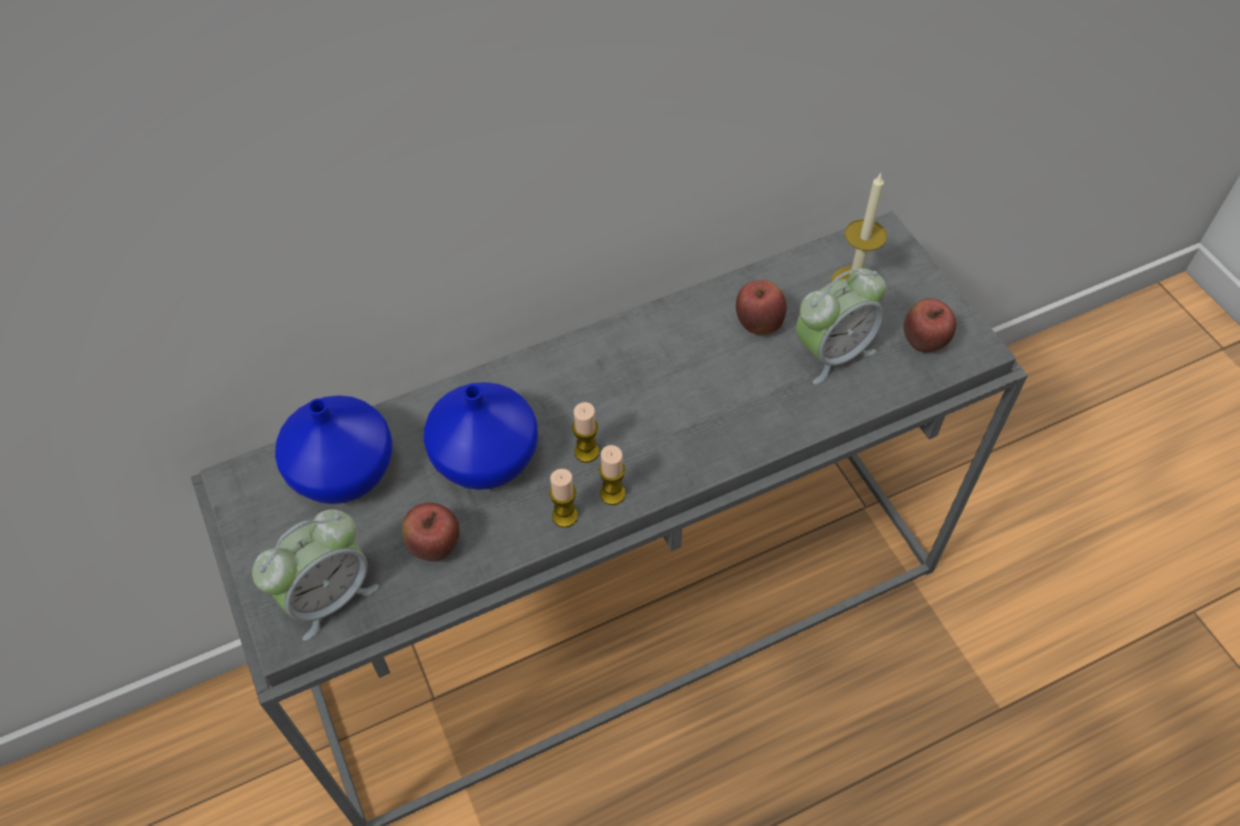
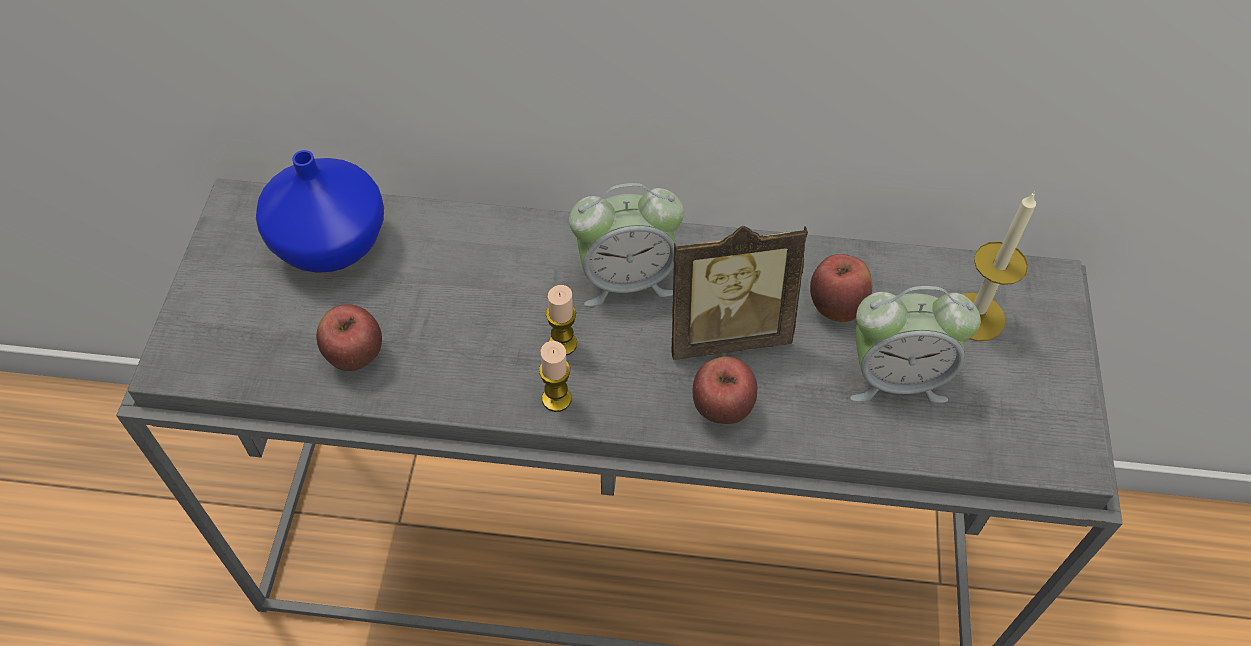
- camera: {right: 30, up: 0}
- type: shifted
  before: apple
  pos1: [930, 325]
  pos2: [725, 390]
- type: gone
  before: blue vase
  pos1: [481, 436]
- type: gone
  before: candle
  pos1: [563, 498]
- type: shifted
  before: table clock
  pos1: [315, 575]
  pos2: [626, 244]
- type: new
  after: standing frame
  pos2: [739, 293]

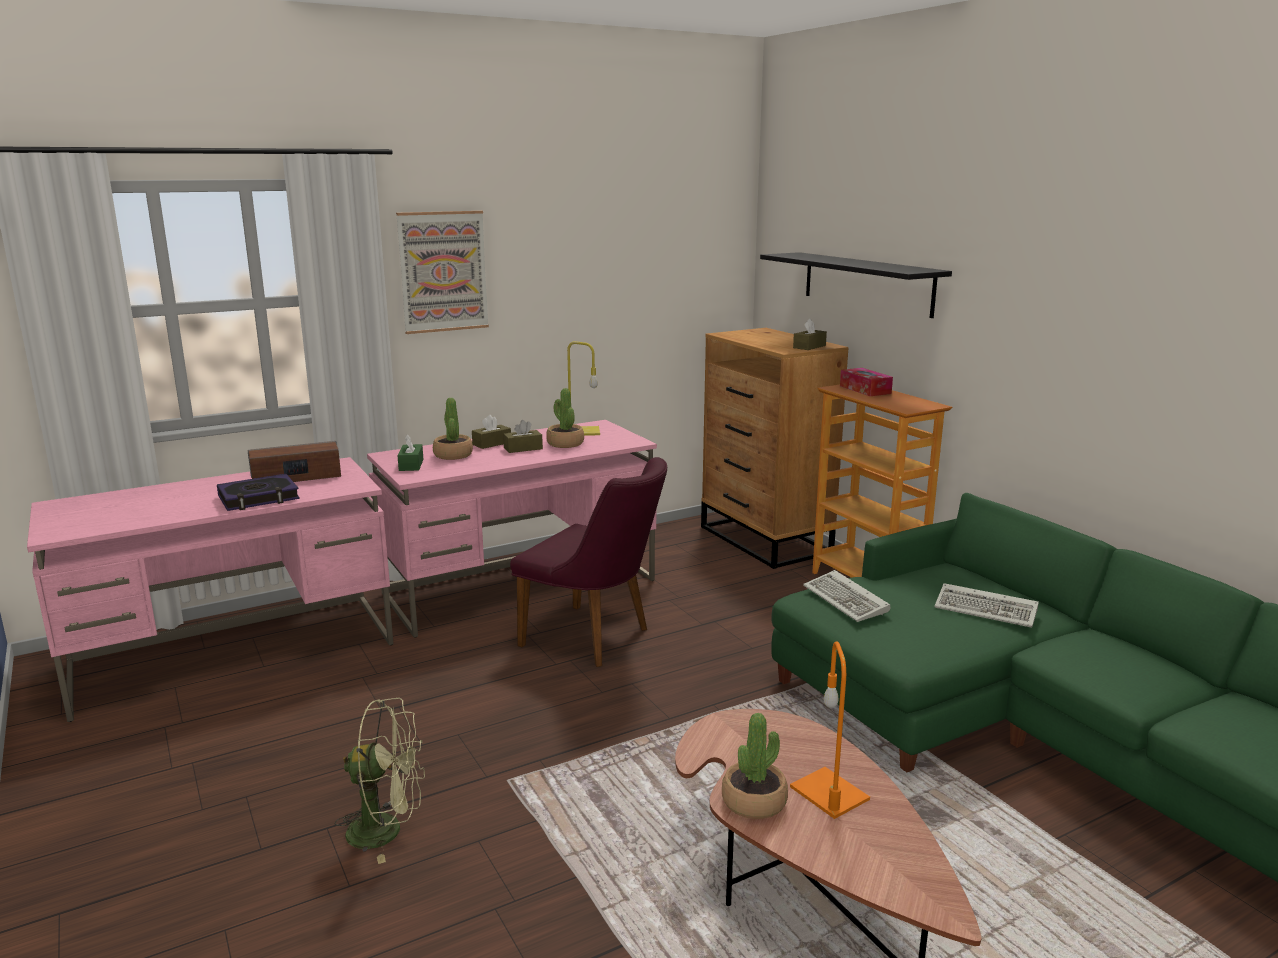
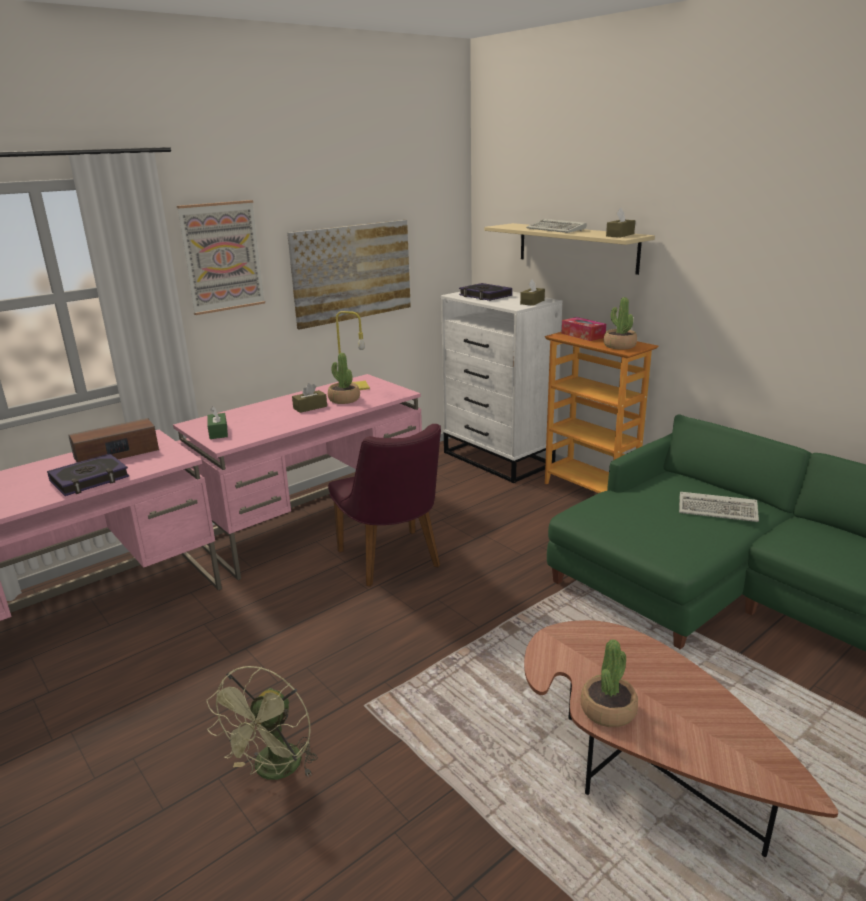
- camera: {right: -10, up: 5}
- type: repainted
  before: blackish shelf
  after: sand-coloured shelf
  pos1: [856, 285]
  pos2: [569, 249]
- type: repainted
  before: brown-coloured chest of drawers
  after: white chest of drawers
  pos1: [774, 448]
  pos2: [501, 387]
- type: shifted
  before: potted plant
  pos1: [453, 429]
  pos2: [620, 323]
- type: shifted
  before: brown-coloured tissue box
  pos1: [491, 432]
  pos2: [620, 222]
- type: rotated
  before: purple-coloured upright chair
  pos1: [588, 562]
  pos2: [384, 505]
  turn: 45
- type: shifted
  before: keyboard
  pos1: [846, 596]
  pos2: [556, 226]
- type: gone
  before: orangey lamp for a table
  pos1: [830, 730]
- type: rotated
  before: green electric fan
  pos1: [380, 781]
  pos2: [262, 723]
  turn: 120
- type: new
  after: wall art
  pos2: [349, 275]
- type: new
  after: book
  pos2: [485, 292]

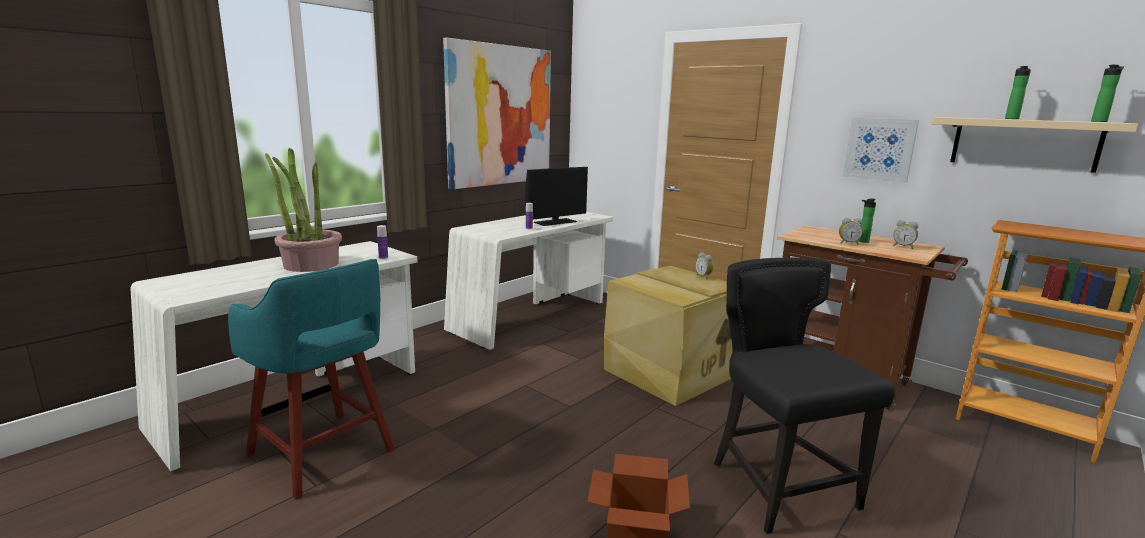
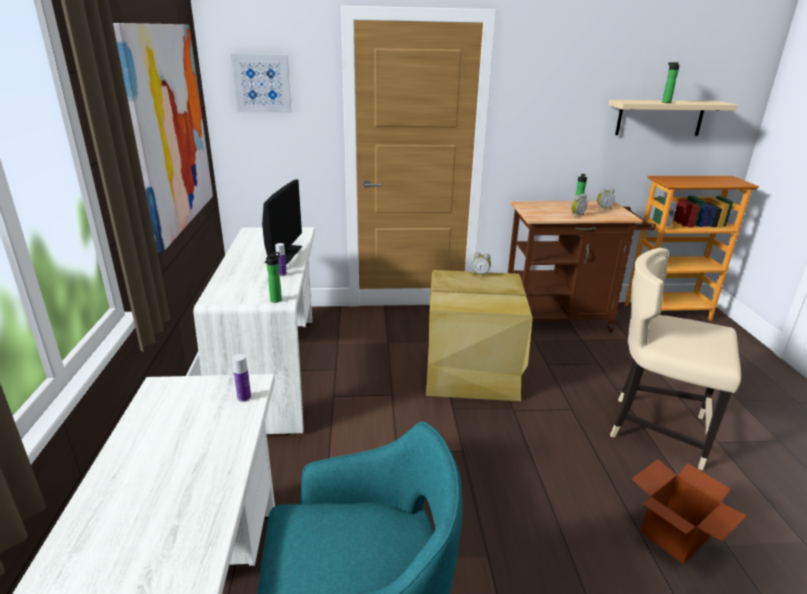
- camera: {right: -45, up: 10}
- type: shifted
  before: bottle
  pos1: [1107, 93]
  pos2: [274, 277]
- type: shifted
  before: wall art
  pos1: [881, 150]
  pos2: [261, 83]
- type: gone
  before: potted plant
  pos1: [303, 210]
- type: repainted
  before: blackish upright chair
  after: sand-coloured upright chair
  pos1: [804, 396]
  pos2: [675, 359]

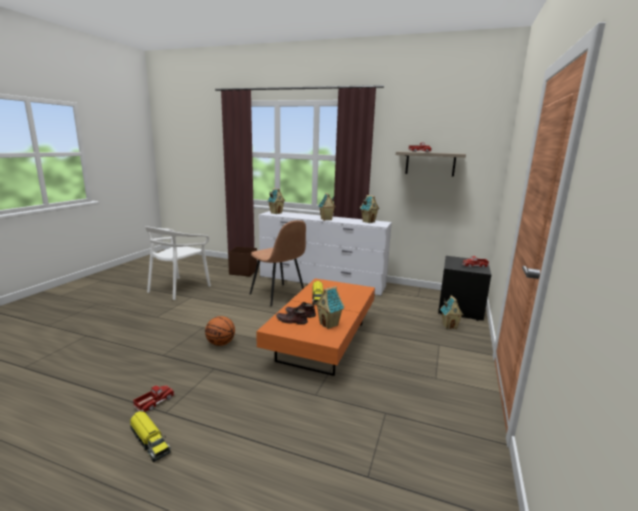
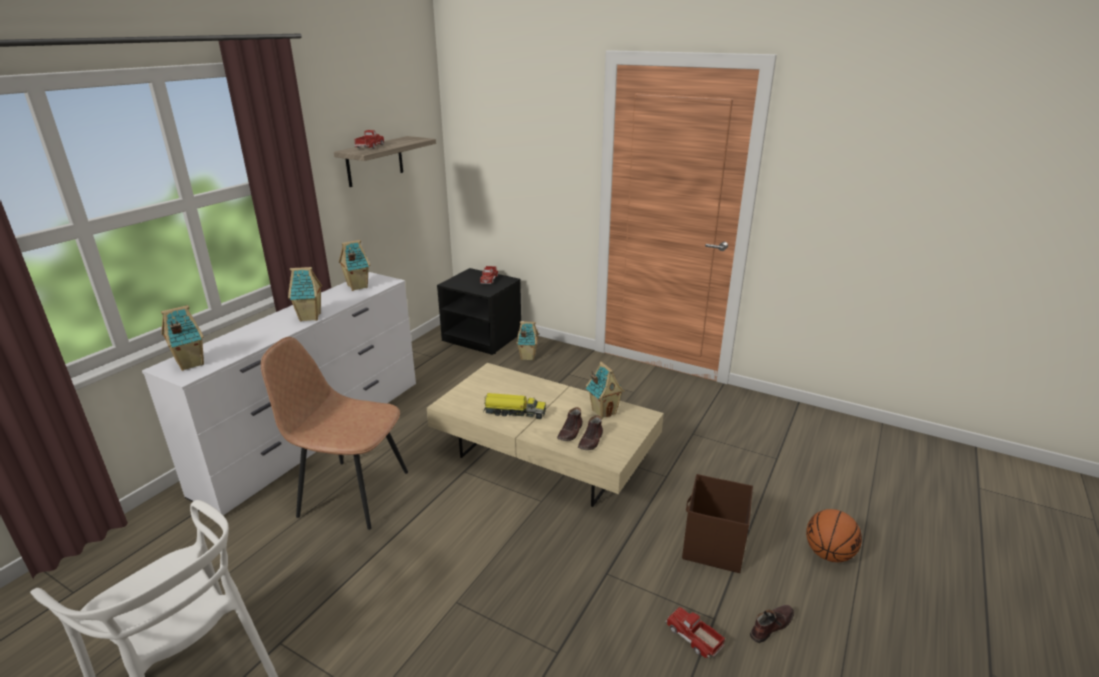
- camera: {right: -80, up: 10}
- type: rotated
  before: brown-coloured upright chair
  pos1: [278, 263]
  pos2: [334, 433]
  turn: -135
- type: shifted
  before: brown-coloured storage box
  pos1: [242, 261]
  pos2: [717, 523]
- type: repainted
  before: orangey coffee table
  after: sand-coloured coffee table
  pos1: [315, 327]
  pos2: [545, 435]
- type: shifted
  before: ball for basketball
  pos1: [220, 331]
  pos2: [834, 535]
- type: swapped
  before: toy lorry
  after: brown-coloured low shoe
  pos1: [150, 436]
  pos2: [772, 624]

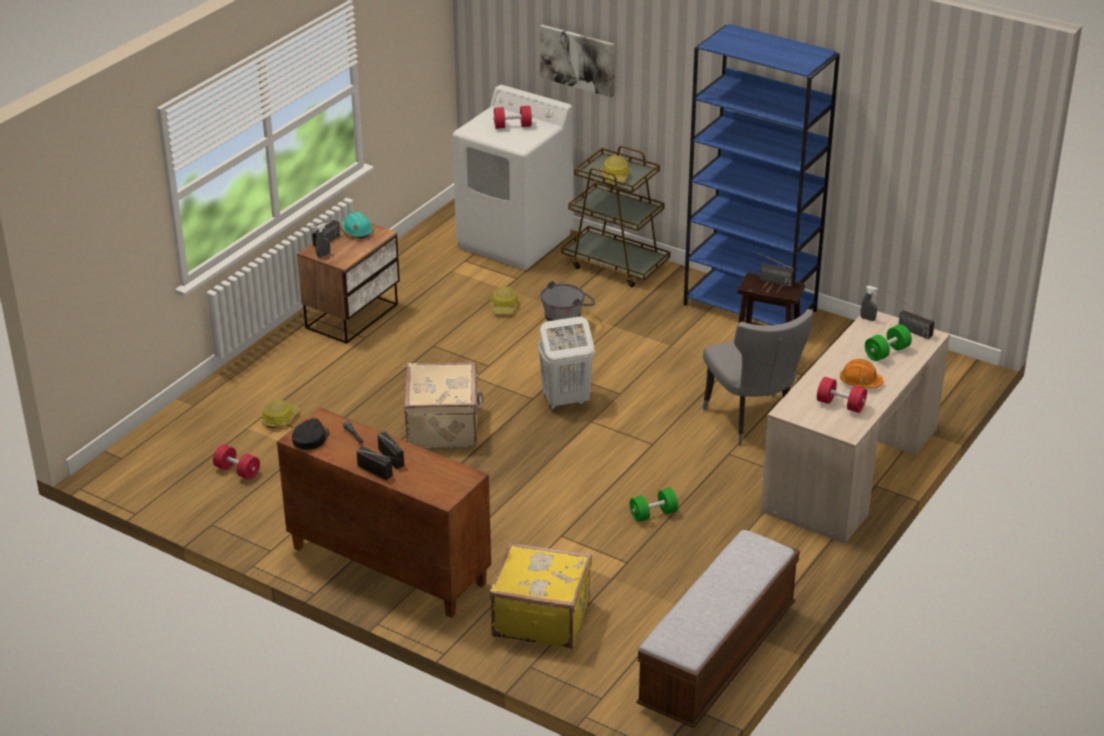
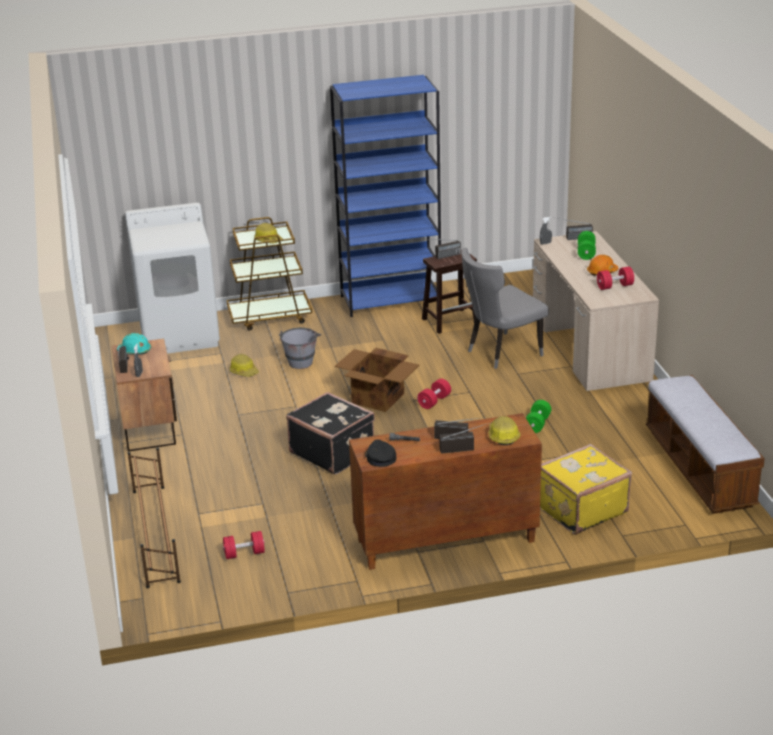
- camera: {right: -45, up: -5}
- type: gone
  before: wall art
  pos1: [577, 61]
- type: shifted
  before: red-coloured dumbbell
  pos1: [512, 117]
  pos2: [434, 394]
- type: rotated
  before: greyish upright chair
  pos1: [757, 377]
  pos2: [505, 308]
  turn: 120
- type: swapped
  before: white laundry basket
  after: carton
  pos1: [566, 363]
  pos2: [377, 380]
- type: repainted
  before: sand-coloured suitcase
  after: blackish suitcase
  pos1: [444, 405]
  pos2: [330, 433]
- type: shifted
  before: safety helmet
  pos1: [280, 413]
  pos2: [504, 431]
- type: new
  after: brown-coloured shoe shelf
  pos2: [154, 518]

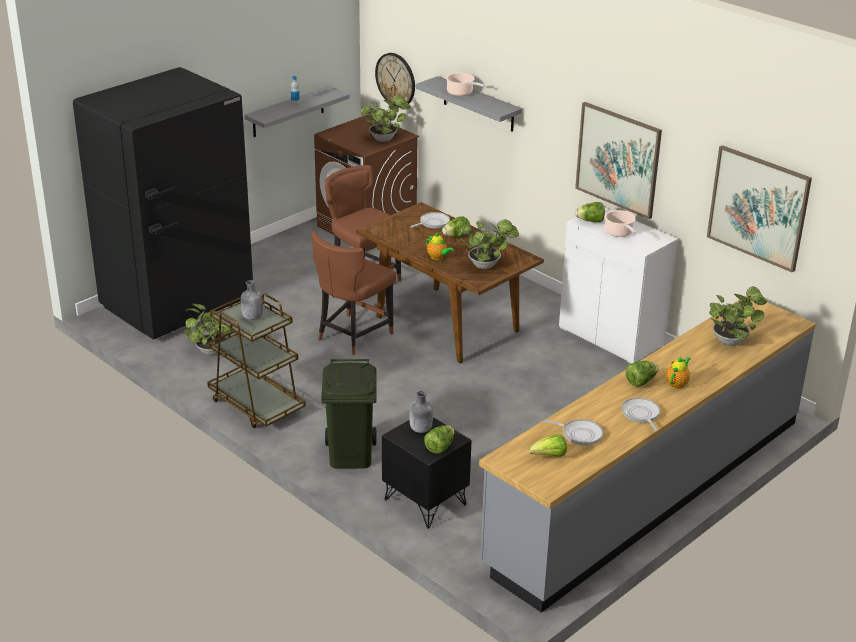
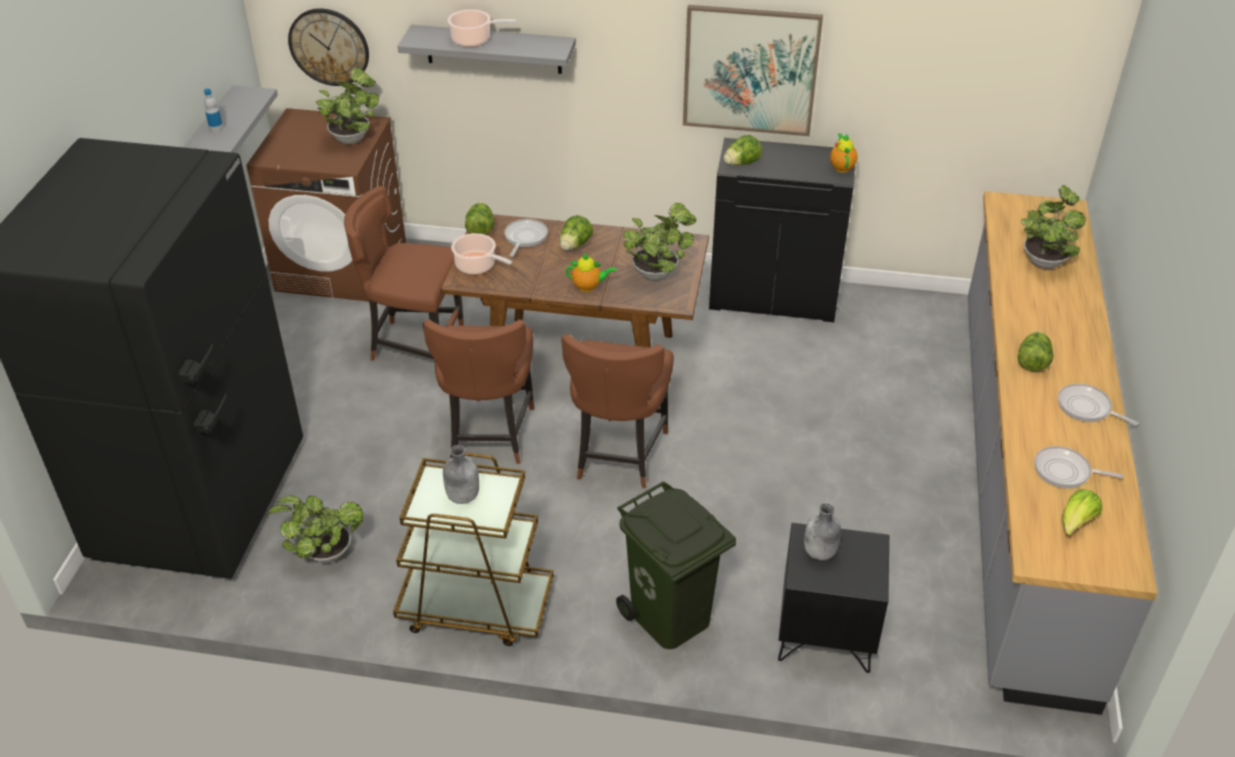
- camera: {right: -35, up: 10}
- type: gone
  before: wall art
  pos1: [759, 209]
- type: repainted
  before: white storage cabinet
  after: blackish storage cabinet
  pos1: [618, 286]
  pos2: [782, 230]
- type: shifted
  before: stockpot
  pos1: [620, 223]
  pos2: [481, 254]
- type: shifted
  before: tea pot
  pos1: [678, 373]
  pos2: [844, 153]
- type: rotated
  before: skillet
  pos1: [573, 432]
  pos2: [1078, 467]
  turn: -150
- type: shifted
  before: lettuce head
  pos1: [439, 439]
  pos2: [479, 218]
- type: new
  after: brown-coloured upright chair
  pos2: [617, 411]

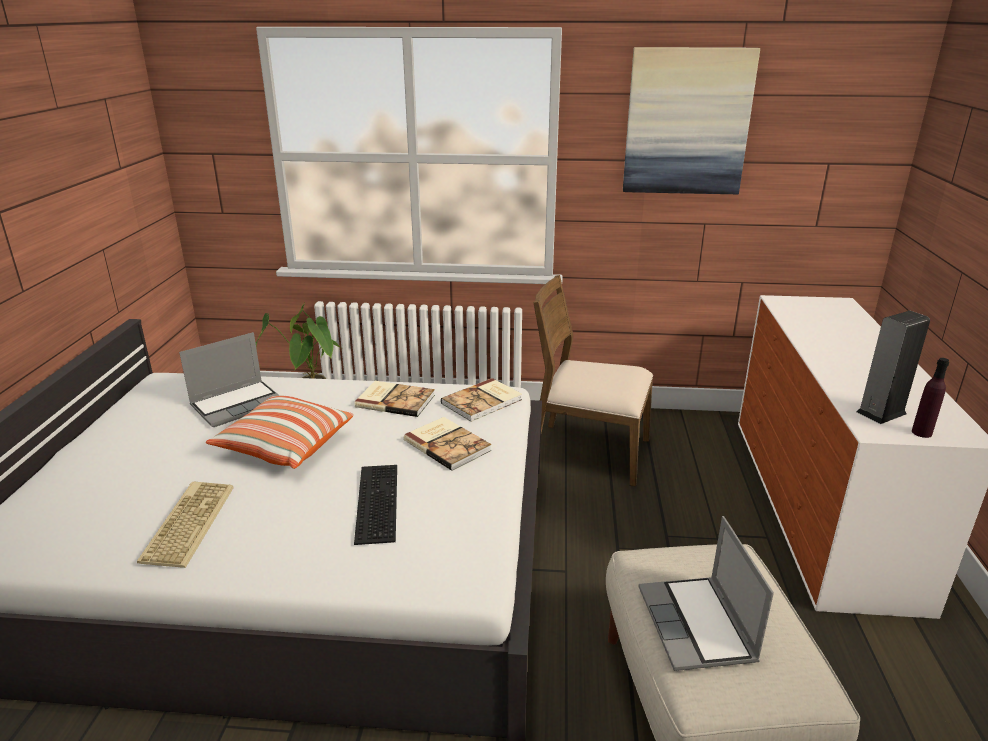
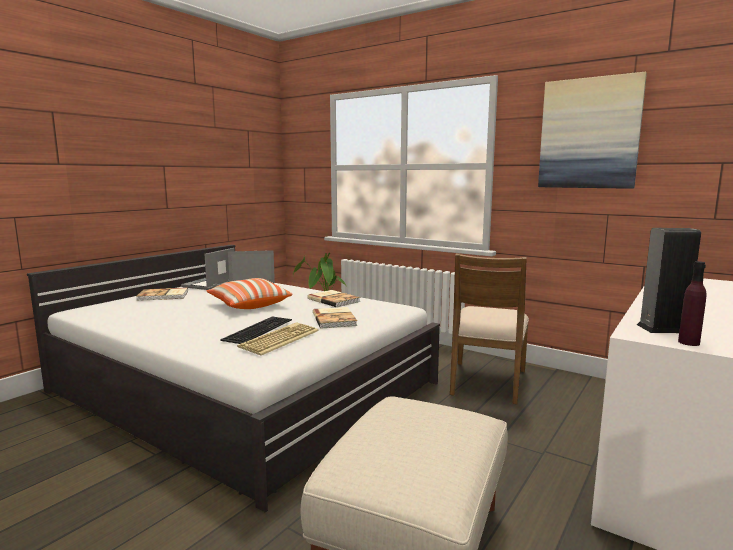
- camera: {right: 30, up: -15}
- type: rotated
  before: brown-coloured upright chair
  pos1: [593, 381]
  pos2: [489, 329]
  turn: -120
- type: shifted
  before: book
  pos1: [481, 400]
  pos2: [162, 294]
- type: shifted
  before: keyboard
  pos1: [185, 525]
  pos2: [277, 339]
- type: shifted
  before: laptop
  pos1: [706, 593]
  pos2: [208, 269]

